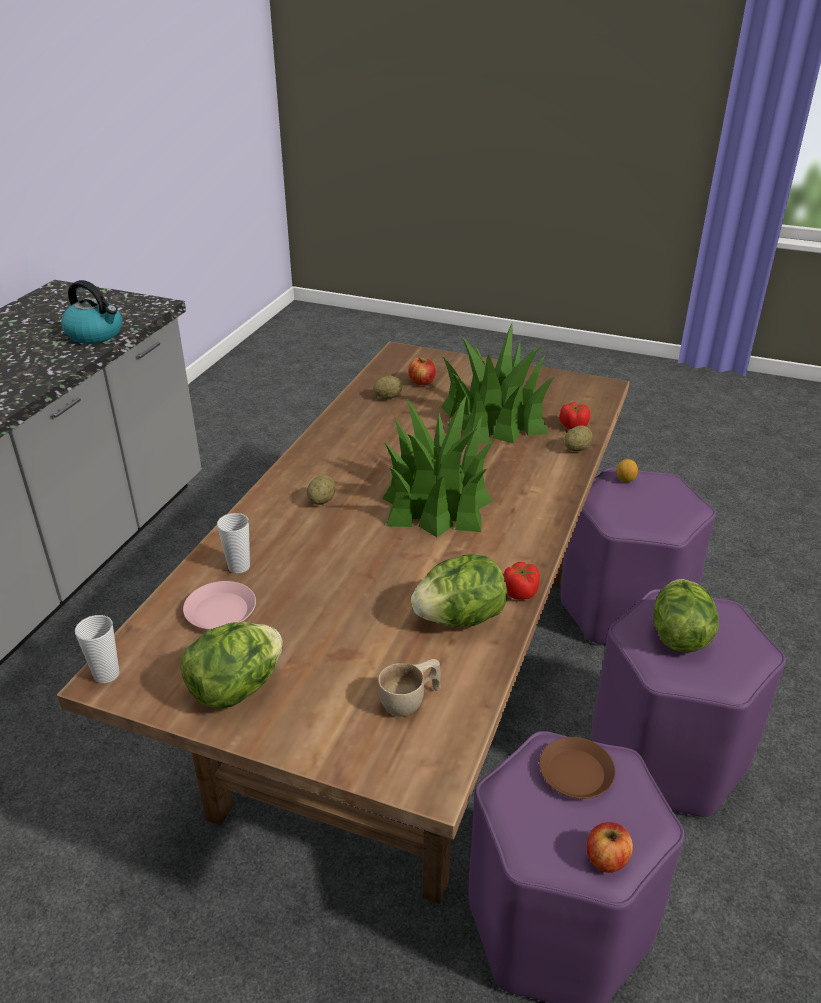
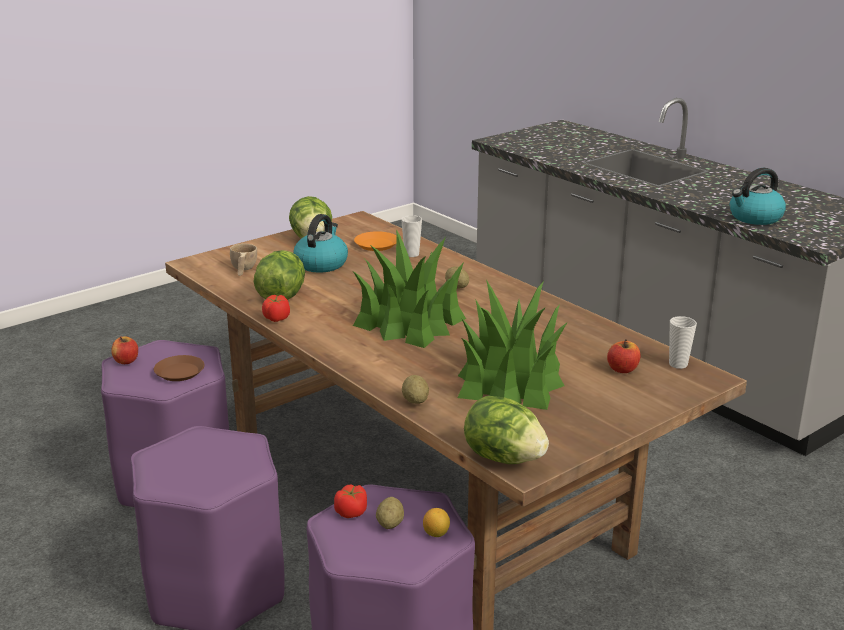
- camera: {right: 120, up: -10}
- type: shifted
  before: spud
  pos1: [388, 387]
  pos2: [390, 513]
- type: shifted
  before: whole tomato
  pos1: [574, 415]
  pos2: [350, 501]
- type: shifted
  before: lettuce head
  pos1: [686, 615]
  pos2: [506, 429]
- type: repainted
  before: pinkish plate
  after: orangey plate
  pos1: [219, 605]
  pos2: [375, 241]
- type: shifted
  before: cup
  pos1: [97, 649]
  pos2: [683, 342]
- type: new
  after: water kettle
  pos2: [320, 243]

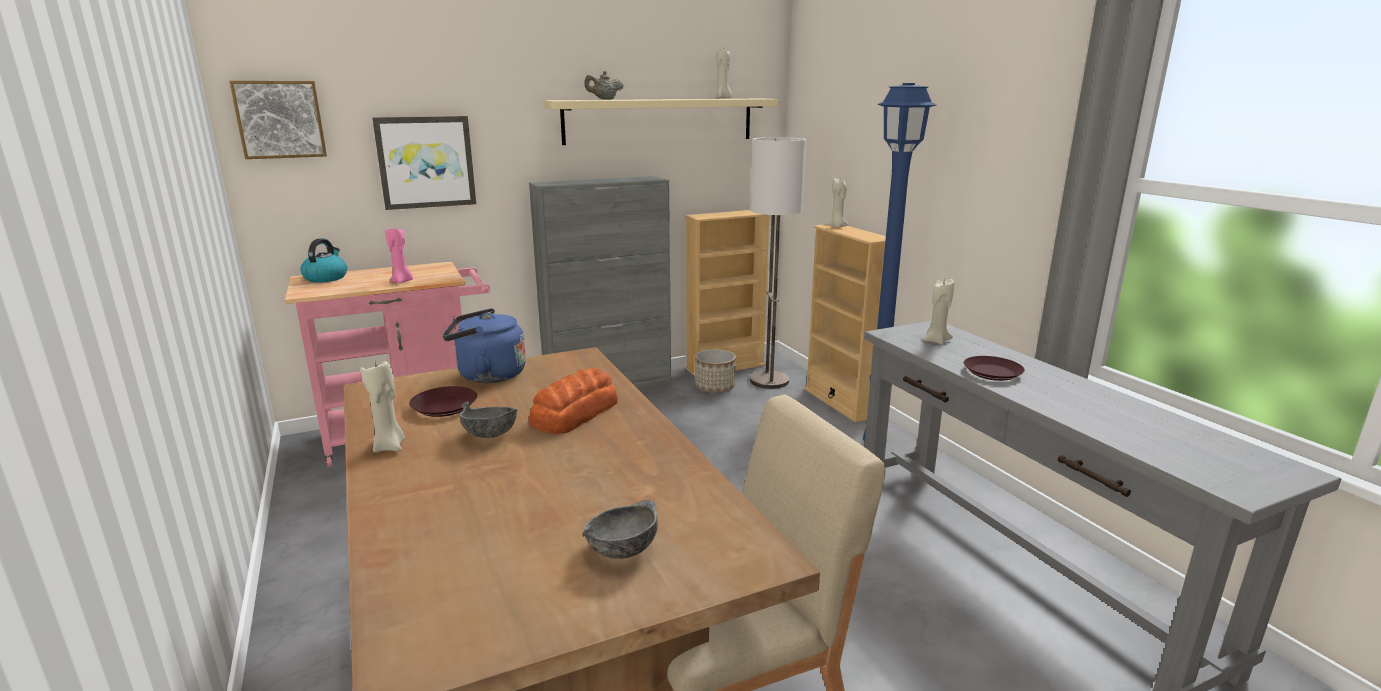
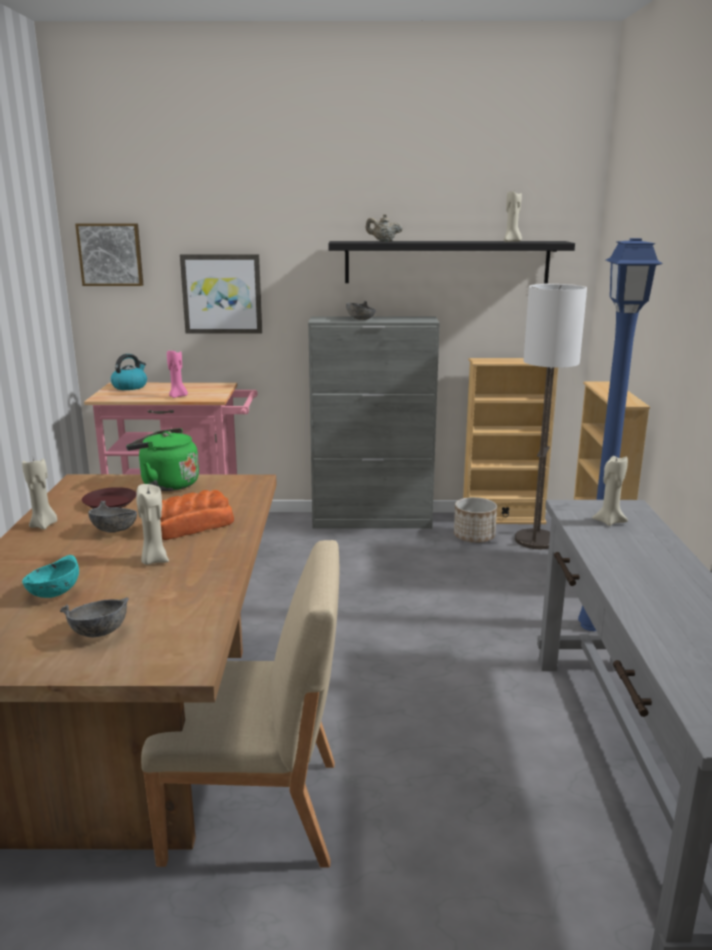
- camera: {right: 25, up: 0}
- type: repainted
  before: sand-coloured shelf
  after: blackish shelf
  pos1: [661, 122]
  pos2: [452, 262]
- type: shifted
  before: sand-coloured candle
  pos1: [837, 203]
  pos2: [152, 524]
- type: repainted
  before: blue water kettle
  after: green water kettle
  pos1: [484, 345]
  pos2: [162, 459]
- type: gone
  before: brown-coloured plate
  pos1: [994, 368]
- type: new
  after: greyish bowl
  pos2: [361, 310]
- type: new
  after: turquoise bowl
  pos2: [50, 576]

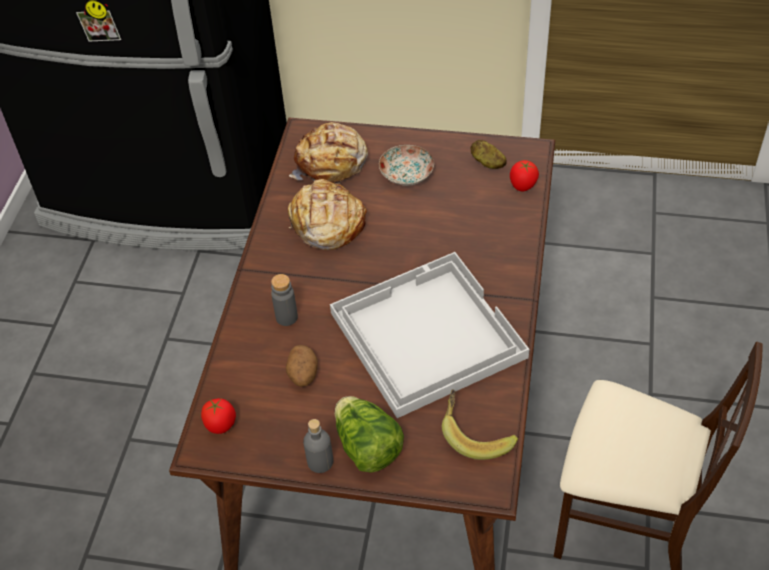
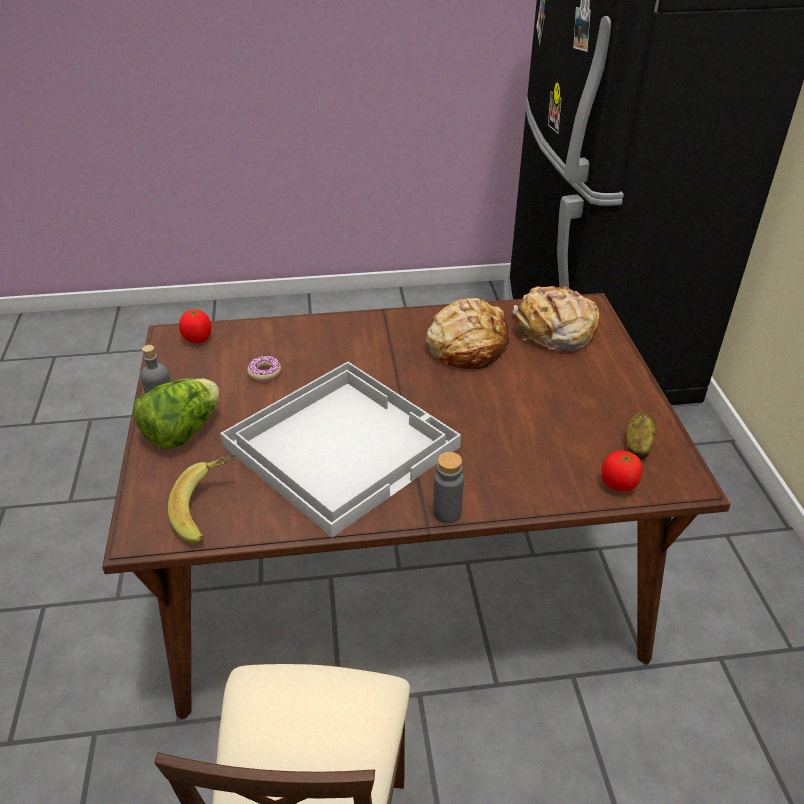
- camera: {right: 70, up: -10}
- type: gone
  before: plate
  pos1: [406, 165]
- type: shifted
  before: greyish bottle
  pos1: [284, 300]
  pos2: [448, 487]
- type: swapped
  before: spud
  after: ring doughnut
  pos1: [302, 366]
  pos2: [264, 368]

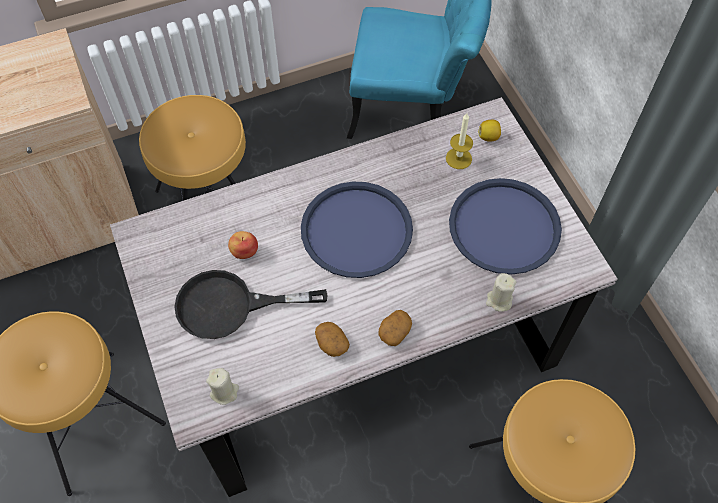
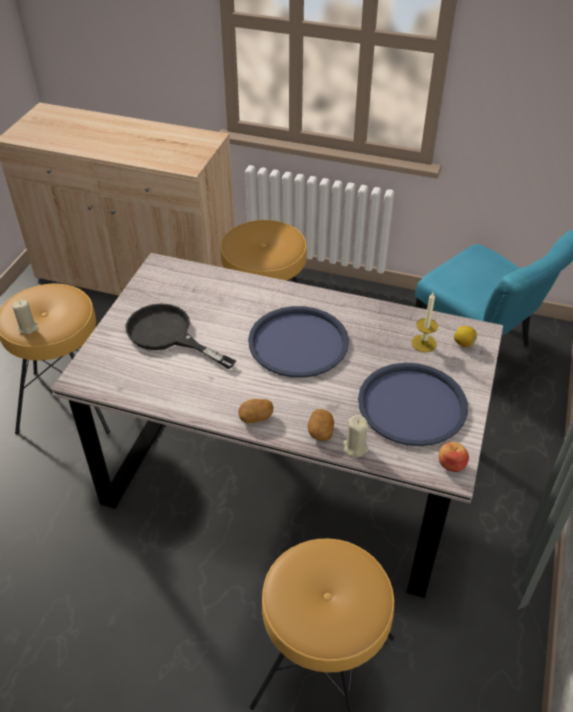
- camera: {right: 40, up: -15}
- type: shifted
  before: apple
  pos1: [243, 245]
  pos2: [453, 457]
- type: shifted
  before: spud
  pos1: [332, 339]
  pos2: [320, 425]
- type: shifted
  before: sand-coloured candle
  pos1: [222, 386]
  pos2: [25, 317]

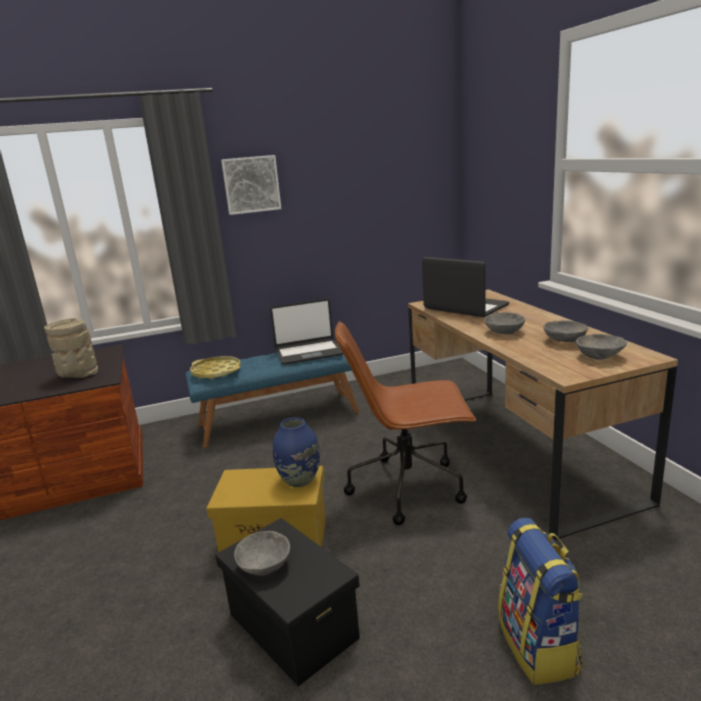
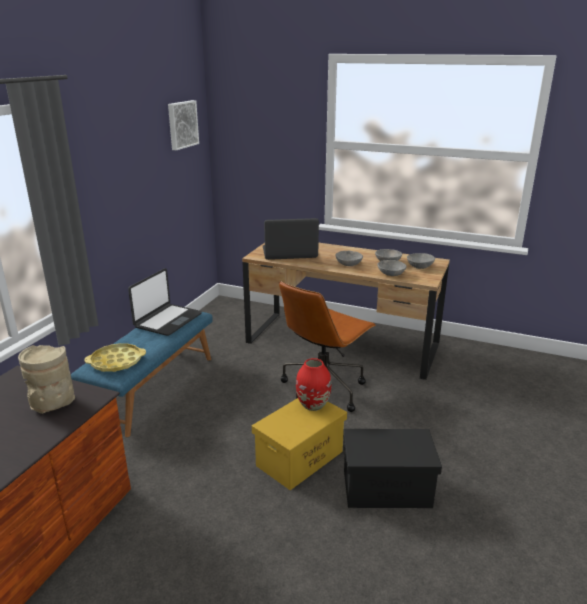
- camera: {right: -50, up: 5}
- type: shifted
  before: wall art
  pos1: [251, 185]
  pos2: [183, 125]
- type: repainted
  before: blue vase
  after: red-coloured vase
  pos1: [296, 452]
  pos2: [314, 384]
- type: gone
  before: rucksack
  pos1: [540, 601]
- type: shifted
  before: greyish bowl
  pos1: [262, 553]
  pos2: [392, 268]

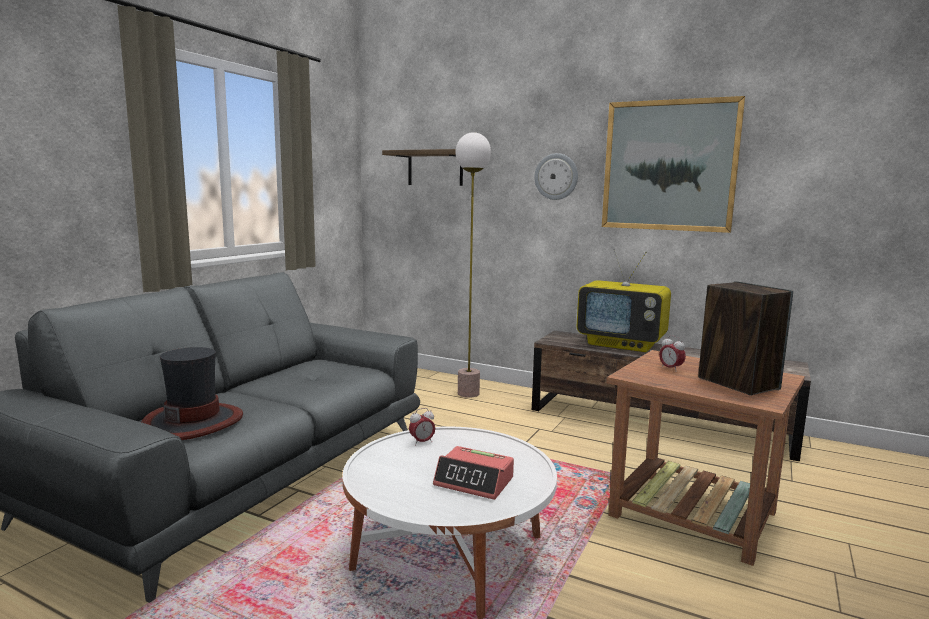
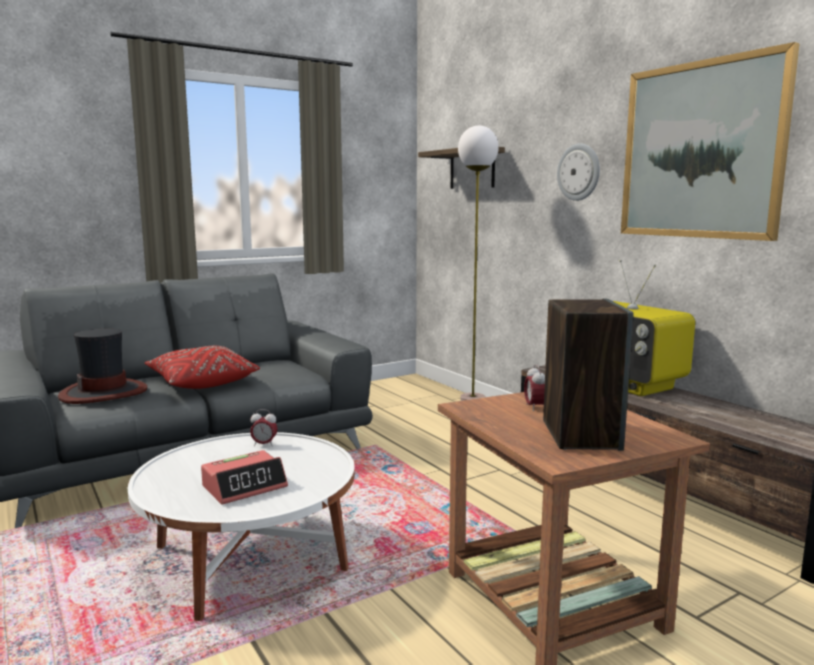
- camera: {right: 30, up: 0}
- type: rotated
  before: table clock
  pos1: [473, 473]
  pos2: [244, 477]
  turn: -90
- type: new
  after: red-coloured throw pillow
  pos2: [202, 367]

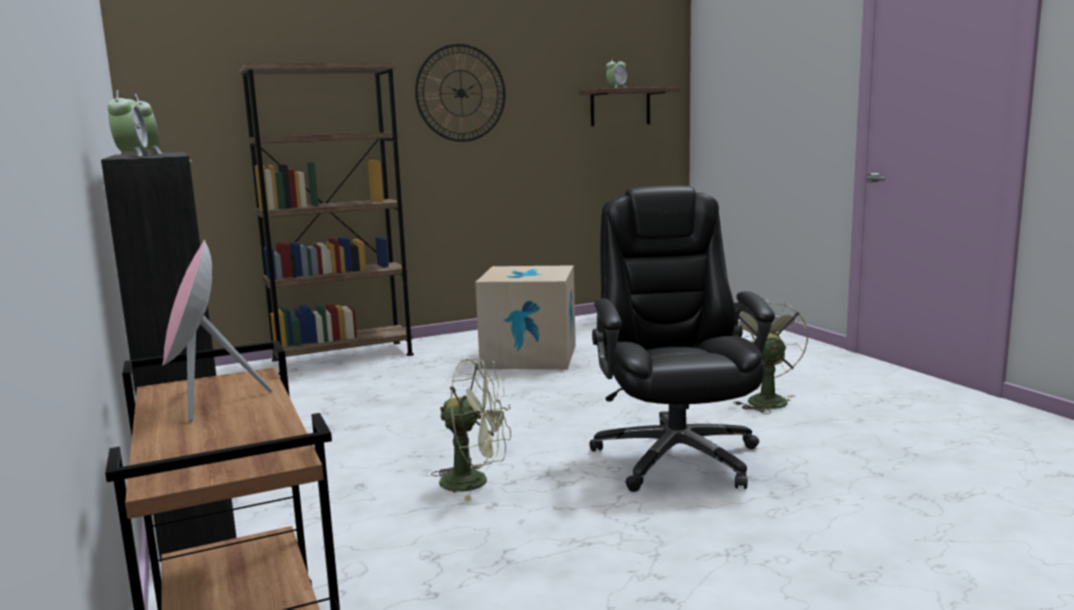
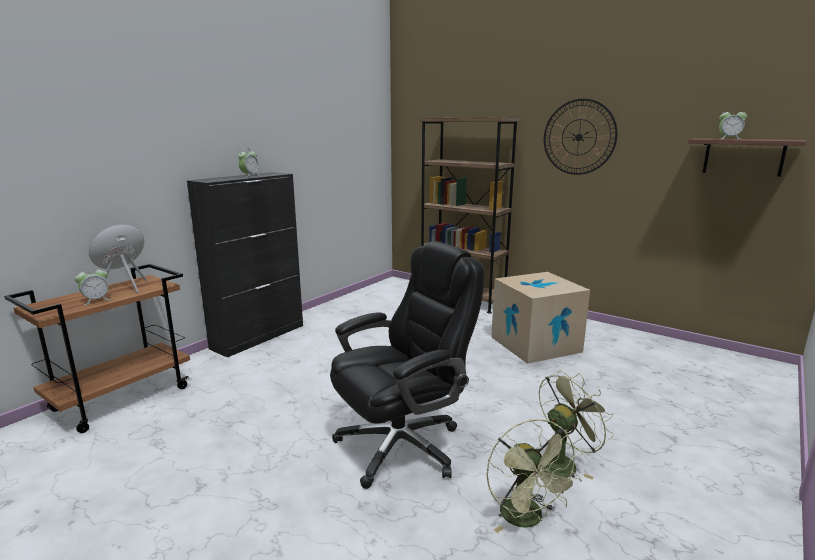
- camera: {right: 60, up: 5}
- type: shifted
  before: table clock
  pos1: [128, 123]
  pos2: [92, 285]
- type: shifted
  before: green electric fan
  pos1: [471, 429]
  pos2: [534, 476]

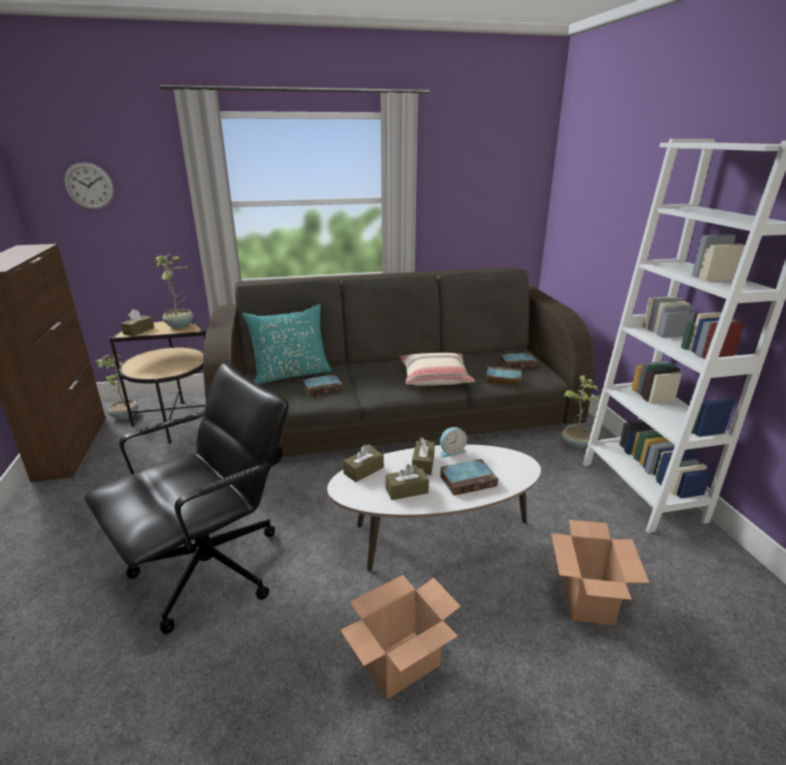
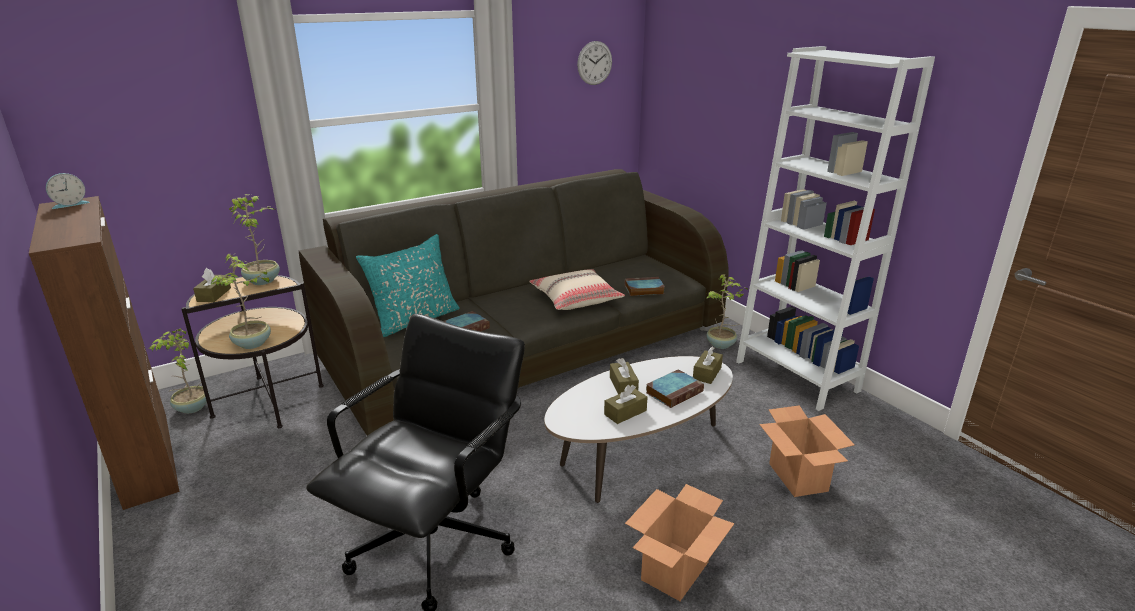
- camera: {right: -20, up: 0}
- type: shifted
  before: hanging clock
  pos1: [89, 186]
  pos2: [594, 63]
- type: gone
  before: book
  pos1: [518, 361]
- type: shifted
  before: table clock
  pos1: [453, 442]
  pos2: [68, 191]
- type: shifted
  before: brown-coloured tissue box
  pos1: [363, 463]
  pos2: [708, 365]
- type: new
  after: potted plant
  pos2: [241, 301]

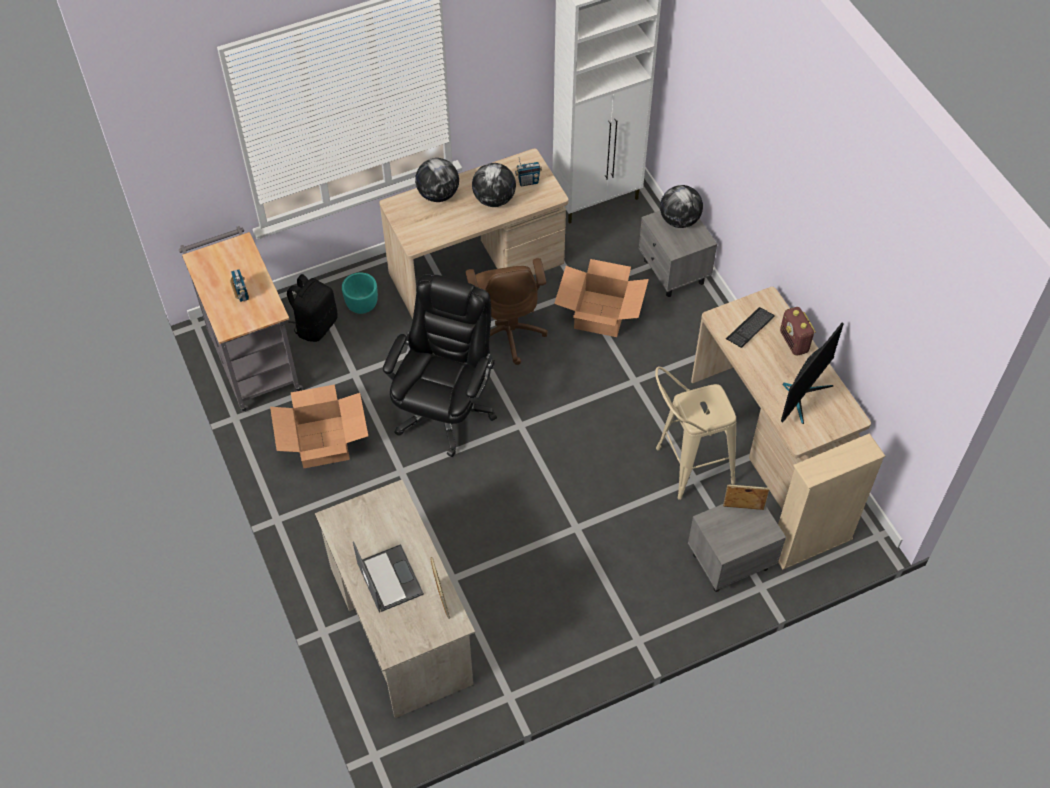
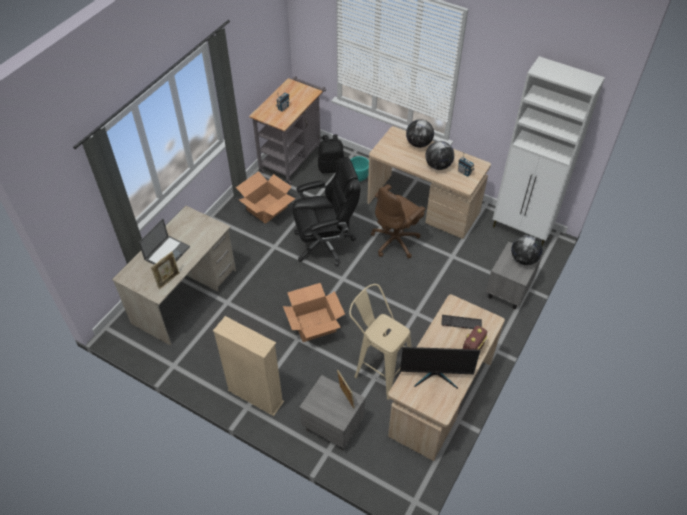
- camera: {right: 55, up: -5}
- type: shifted
  before: carton
  pos1: [601, 298]
  pos2: [314, 312]
- type: shifted
  before: sand-coloured shelving unit
  pos1: [831, 501]
  pos2: [248, 366]

